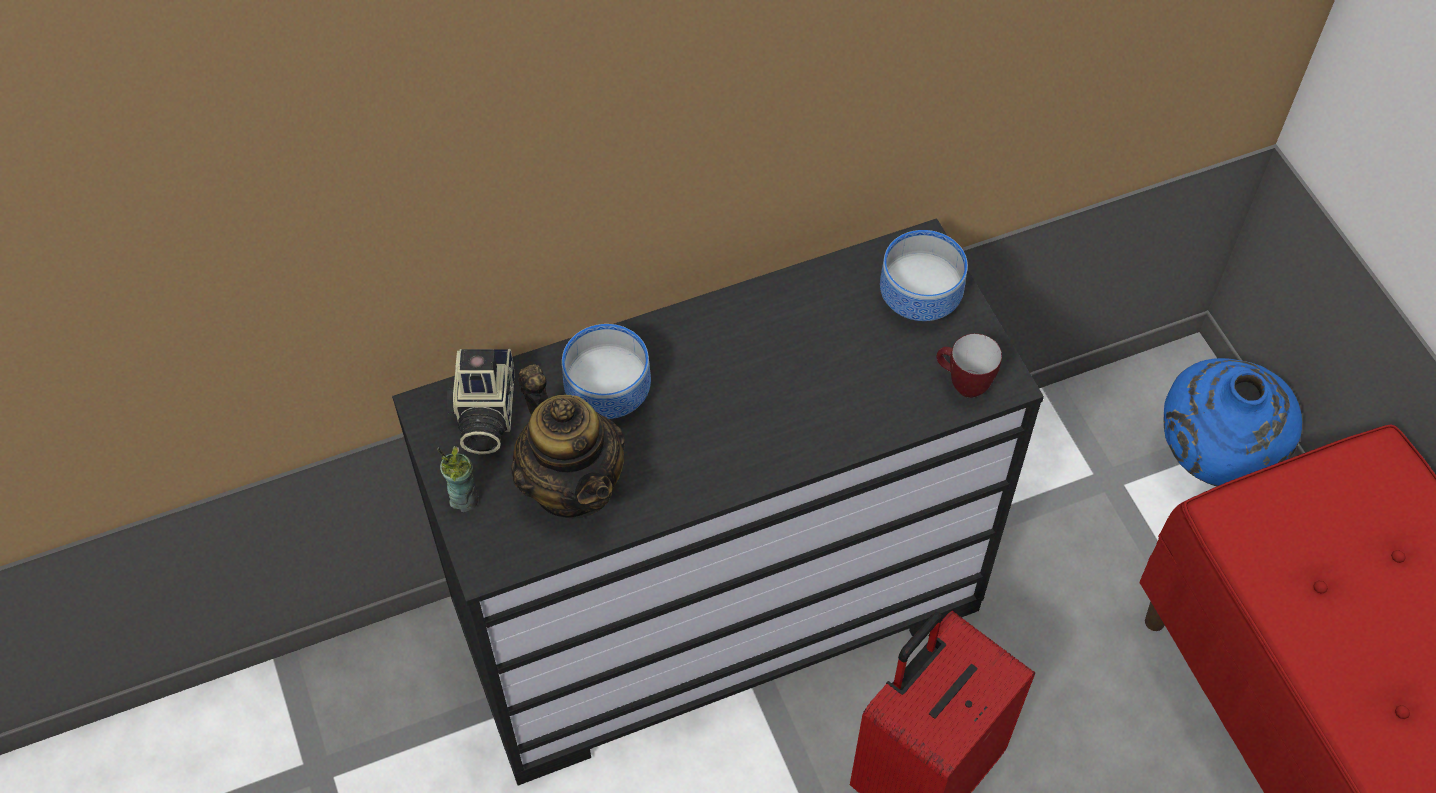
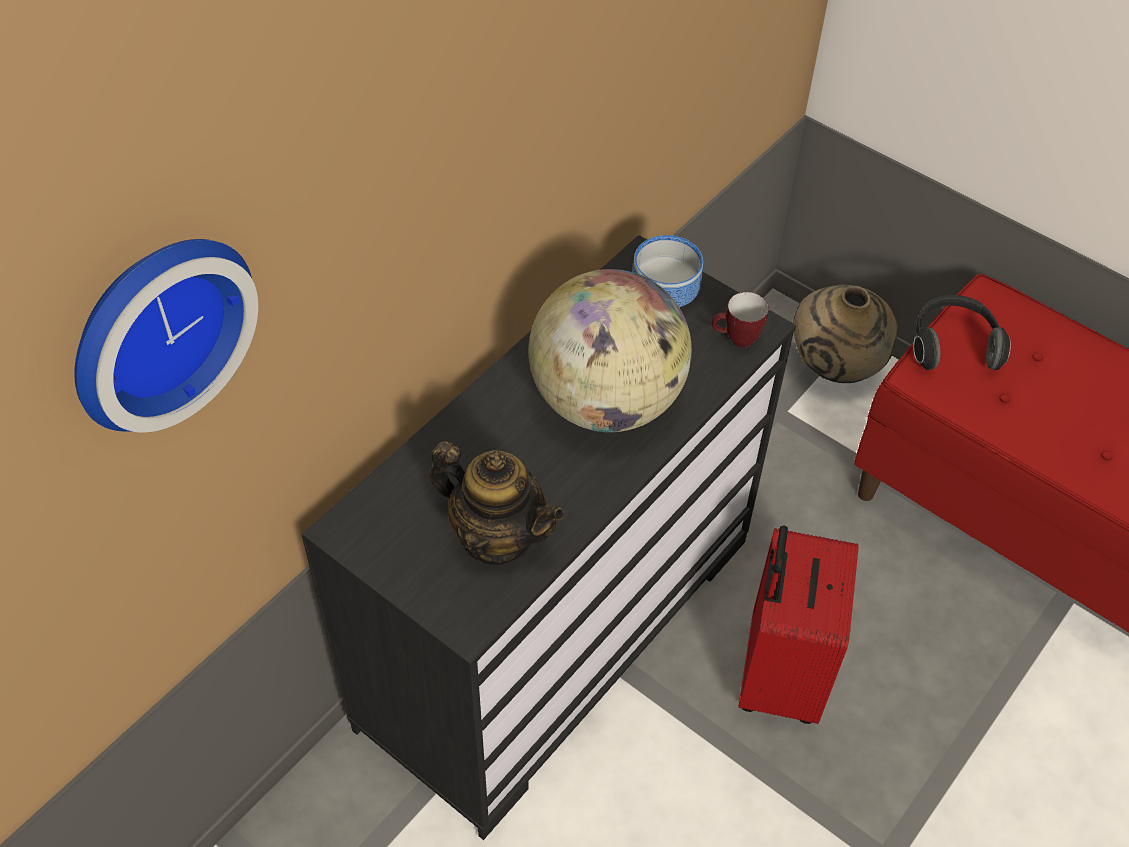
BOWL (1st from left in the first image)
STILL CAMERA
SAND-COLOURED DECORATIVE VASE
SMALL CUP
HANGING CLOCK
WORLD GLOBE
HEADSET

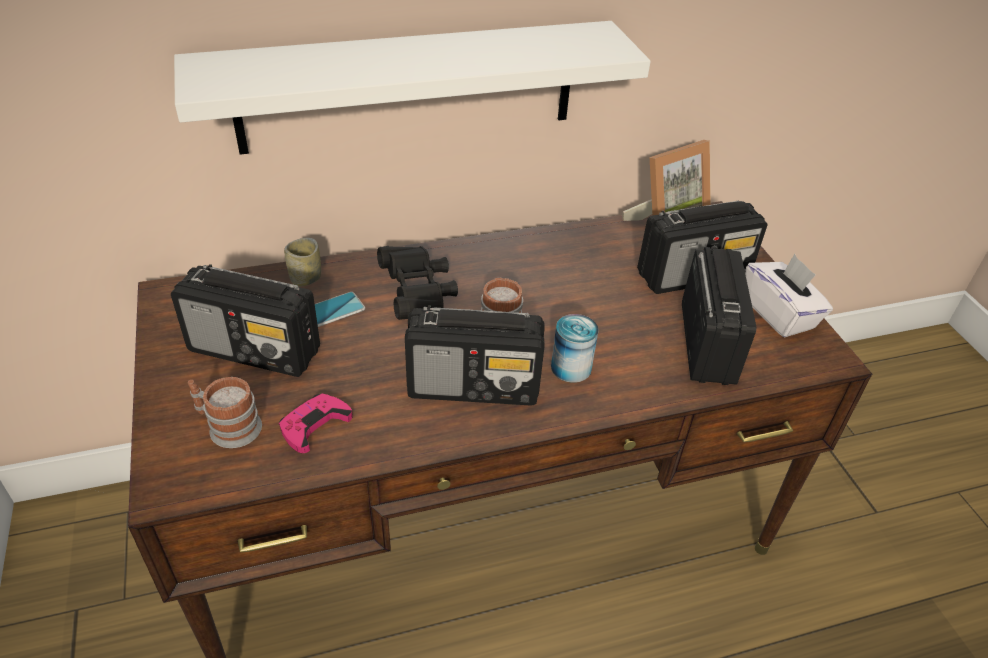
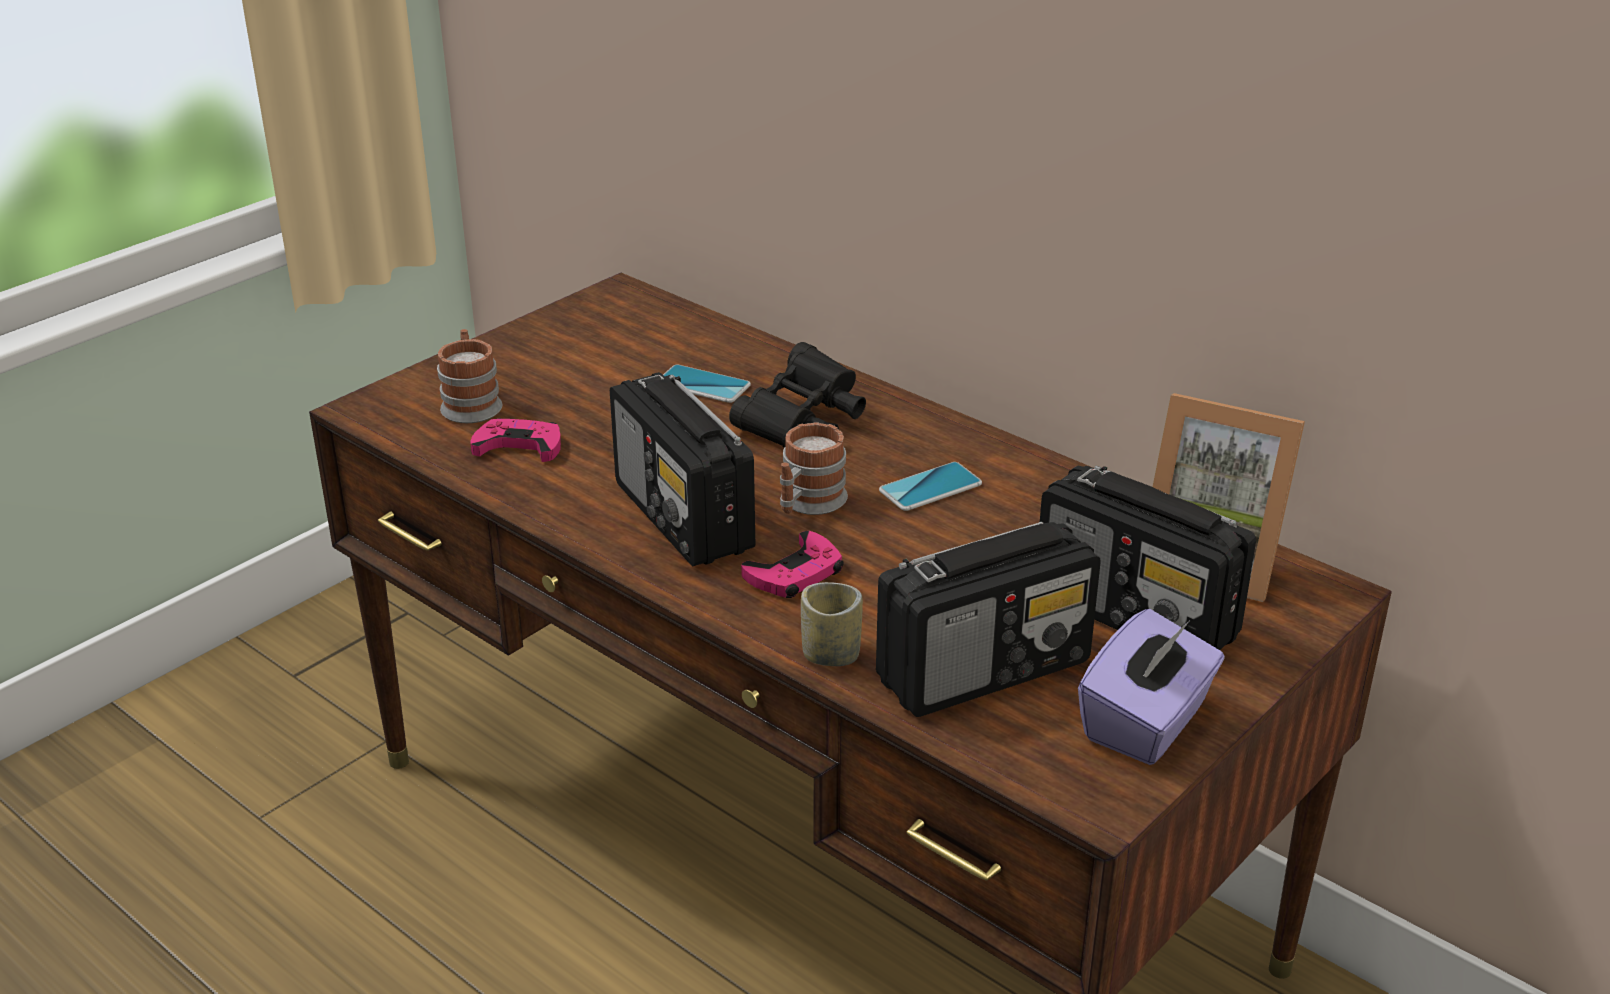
WHITE-COLOURED WALL SHELF
SMALL CUP
PURPLE BOX OF TISSUES
RADIO RECEIVER (1st from left in the first image)
PINK JOYPAD (2nd from left)
TELEPHONE (2nd from left)

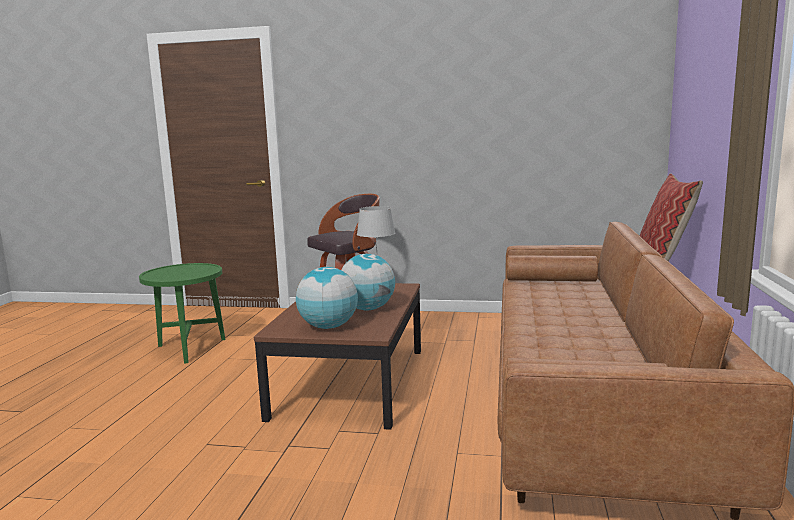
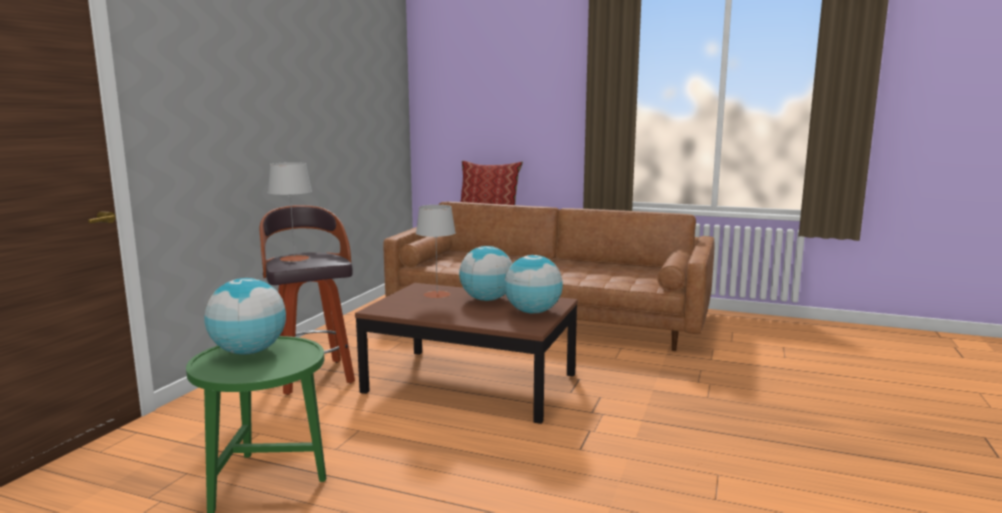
GREY TABLE LAMP (1st from left)
WORLD GLOBE (1st from left)

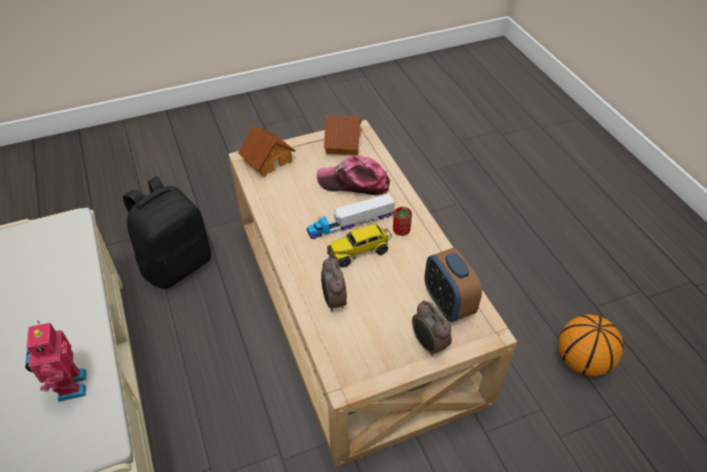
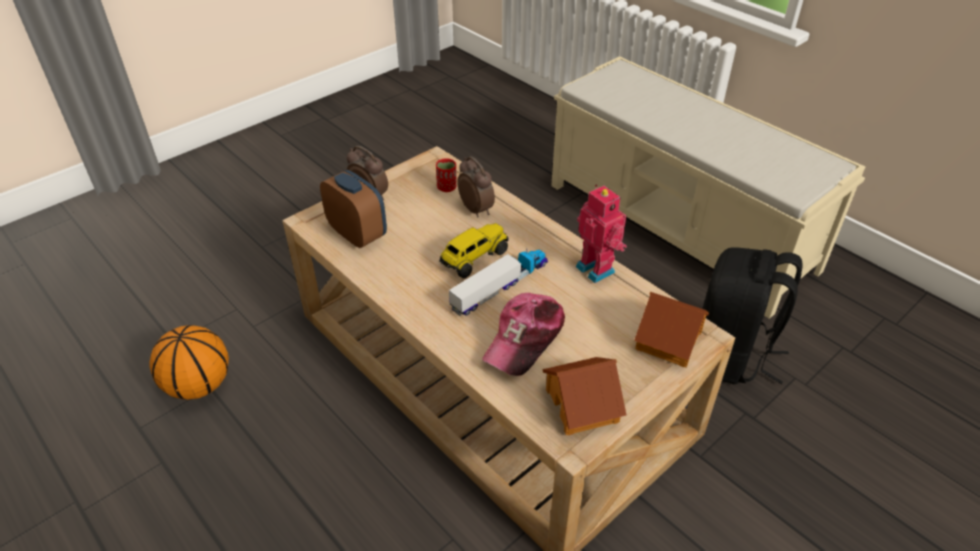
BASEBALL CAP
REDDISH SMALL CUP
MODEL ROBOT

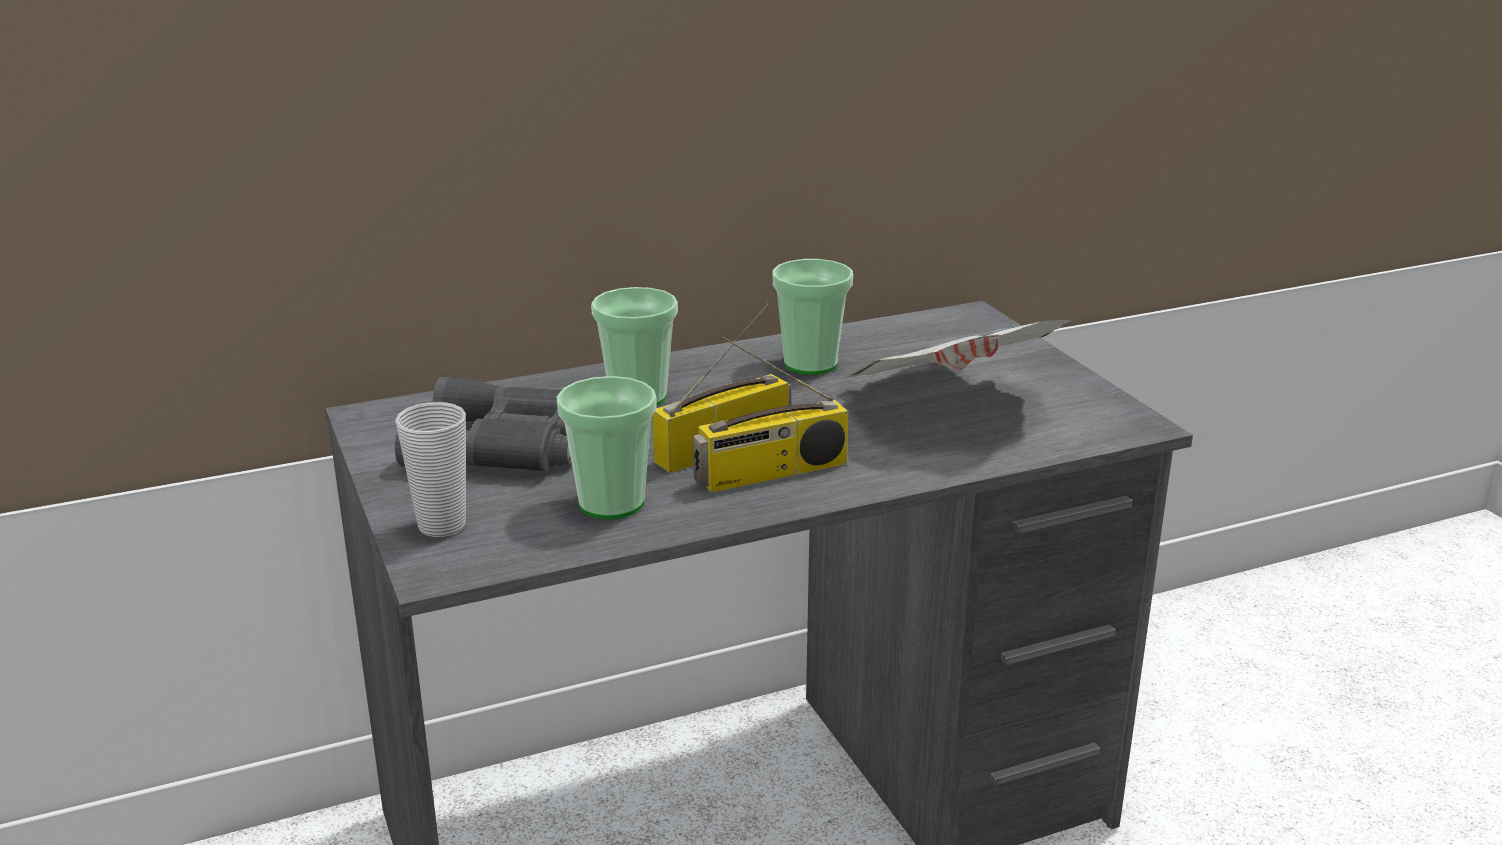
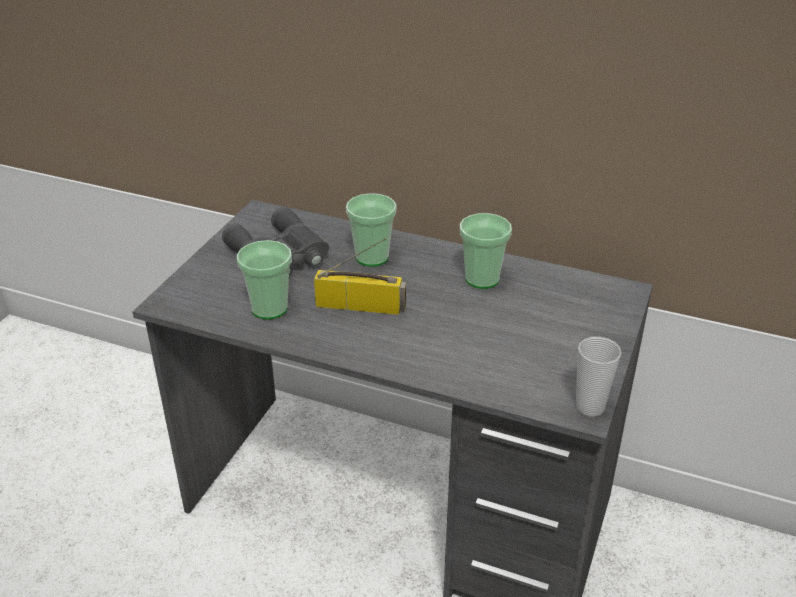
PRINTED PAPER
RADIO RECEIVER (2nd from left in the first image)
SMALL CUP (4th from left)

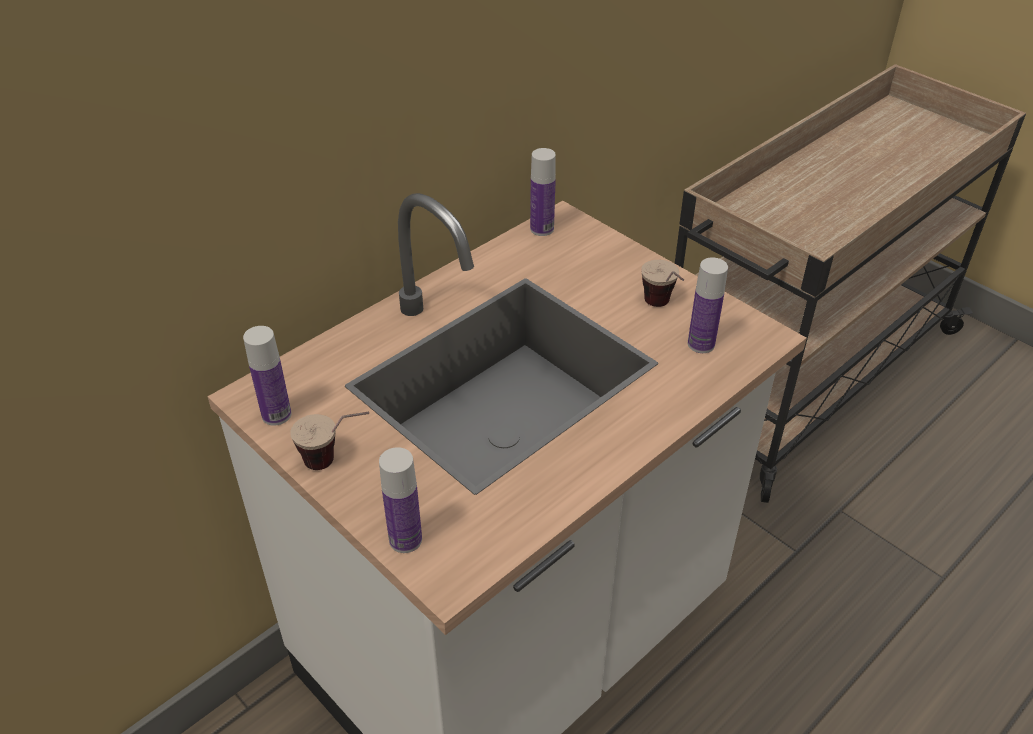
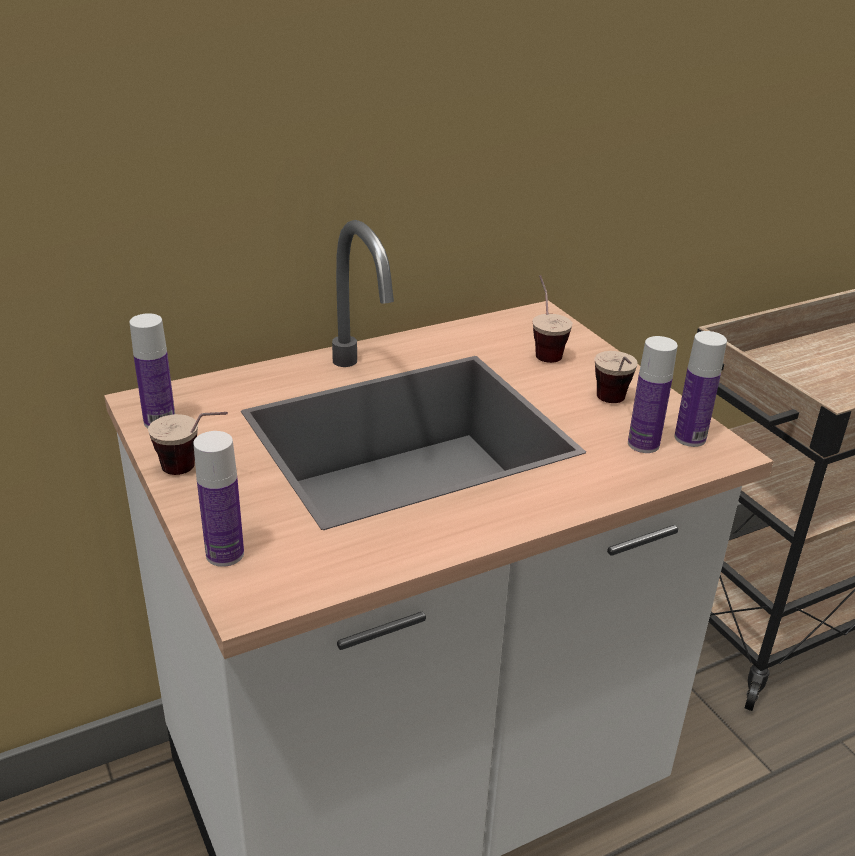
BOTTLE (4th from left)
SMALL CUP (2nd from left)

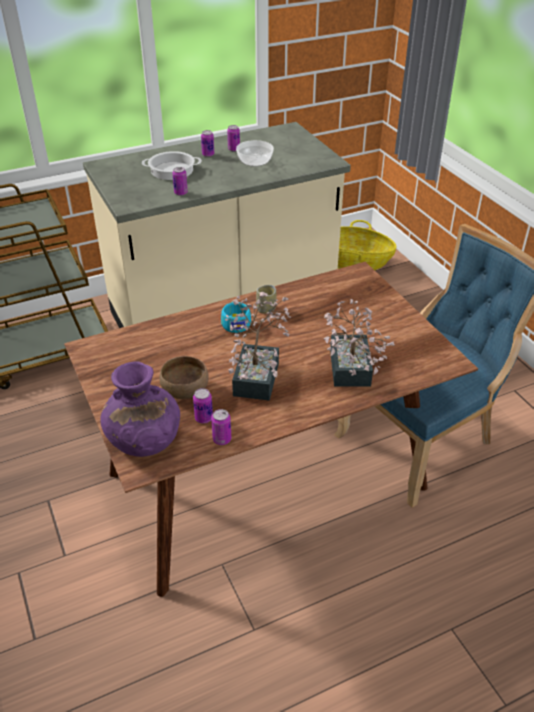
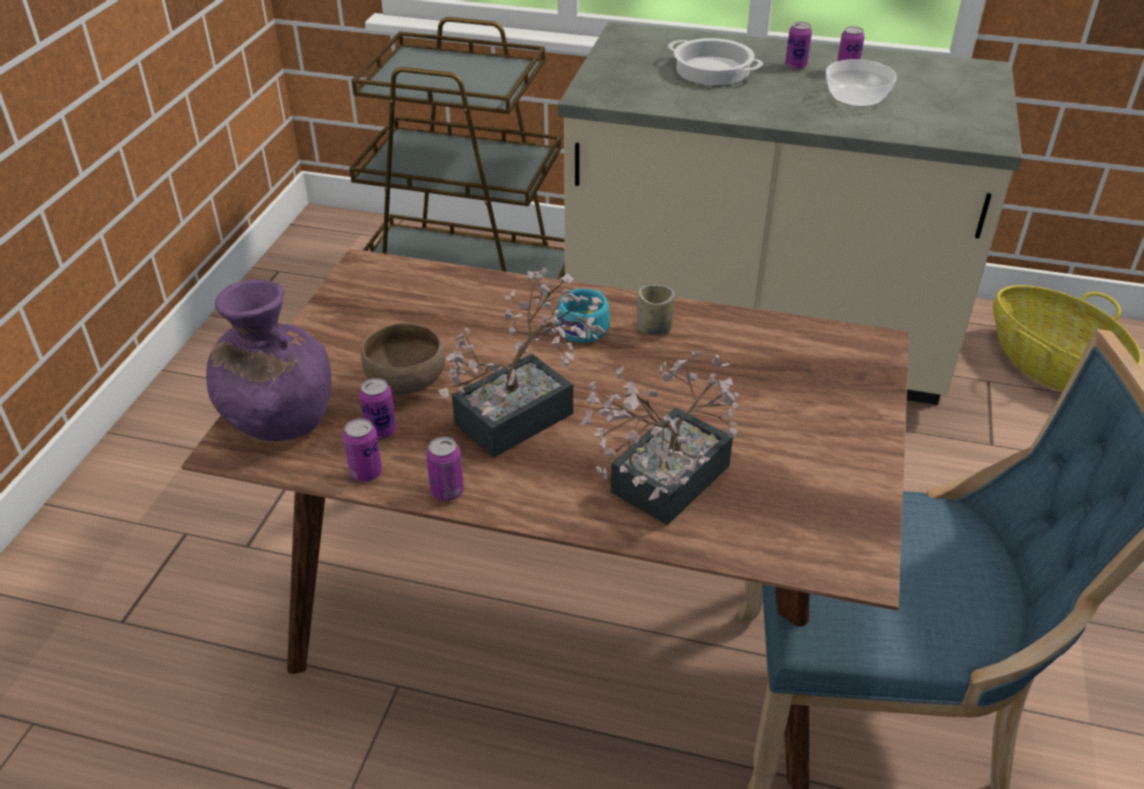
METAL CAN (3rd from left)

